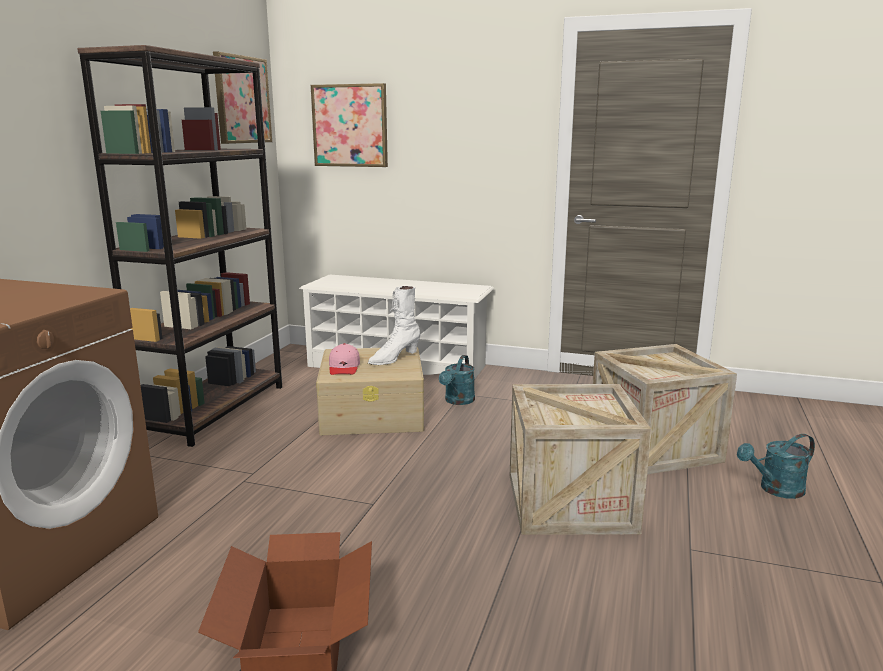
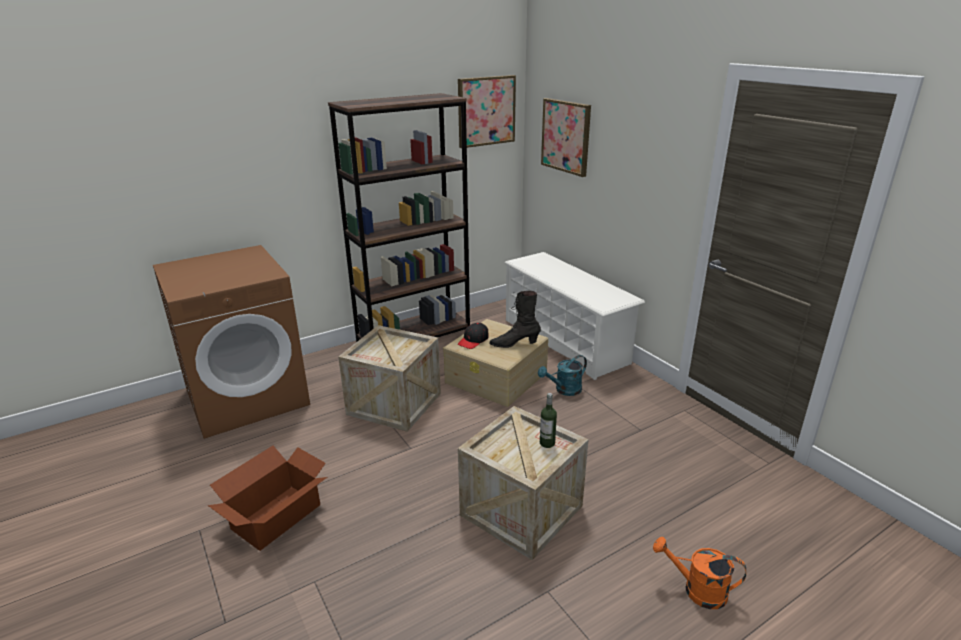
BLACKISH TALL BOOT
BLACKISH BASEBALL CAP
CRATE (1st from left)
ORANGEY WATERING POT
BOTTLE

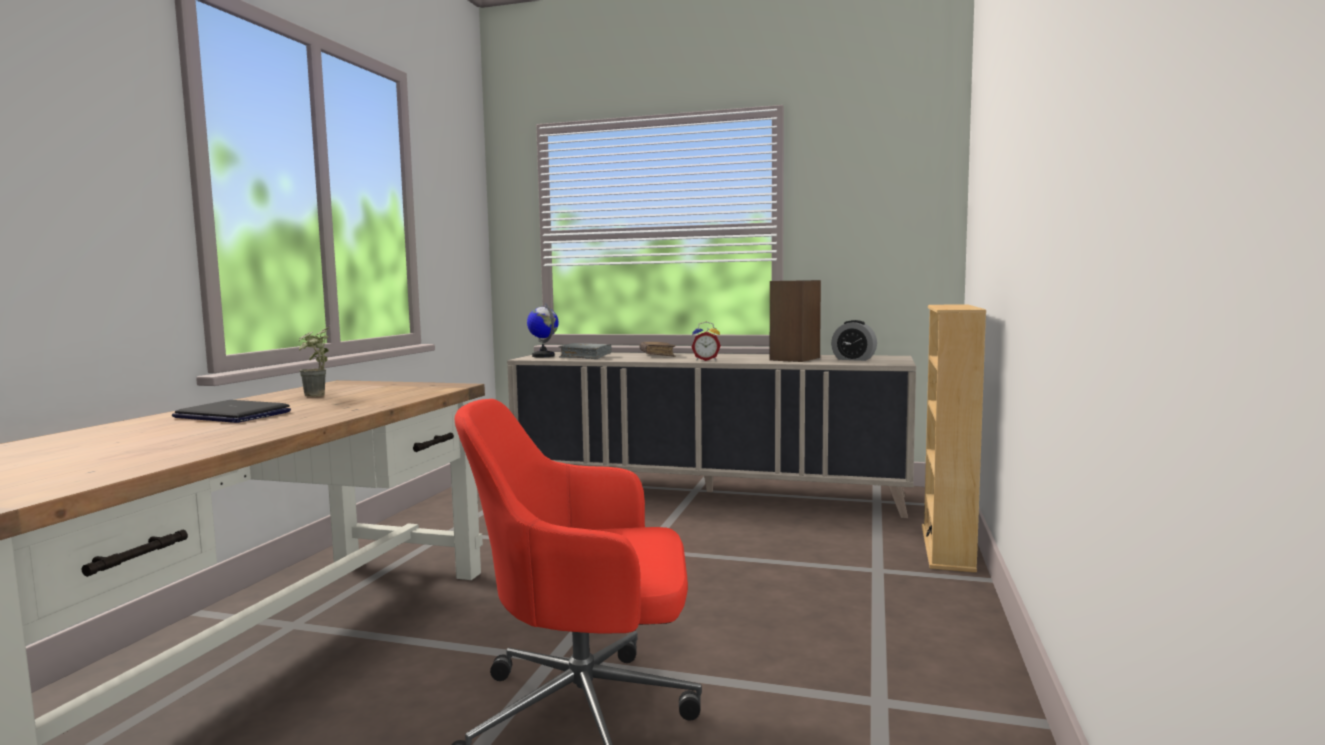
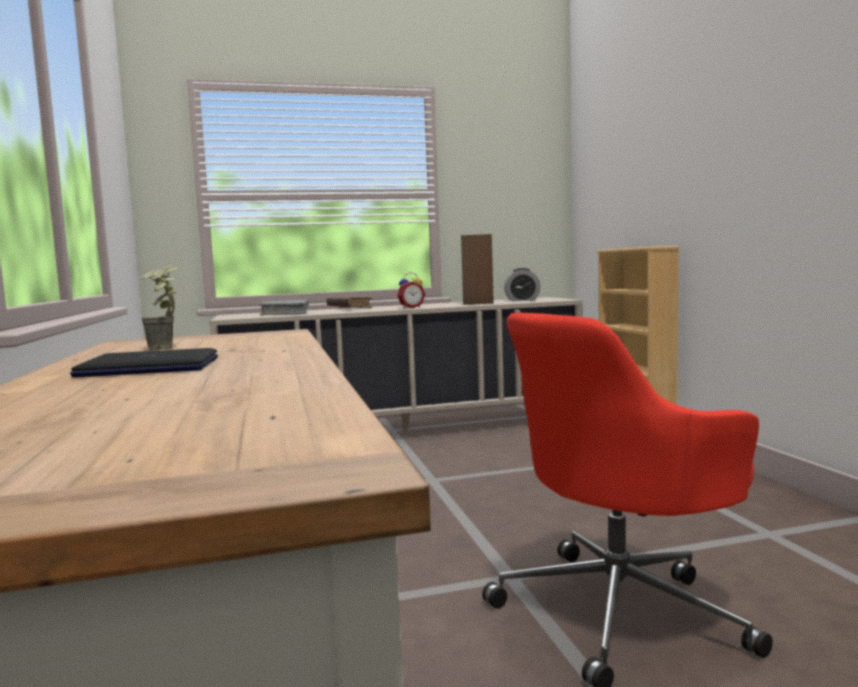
WORLD GLOBE

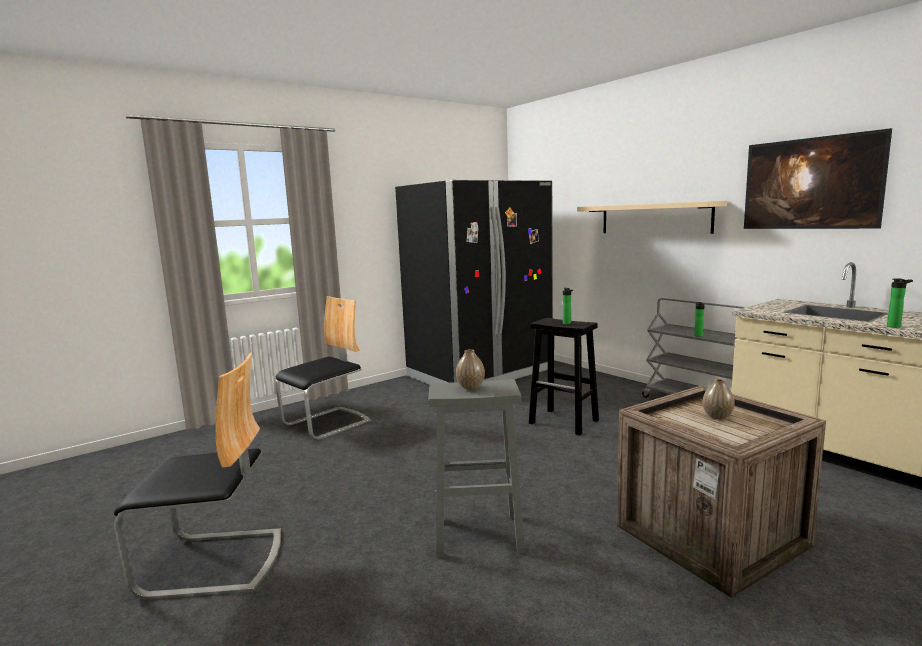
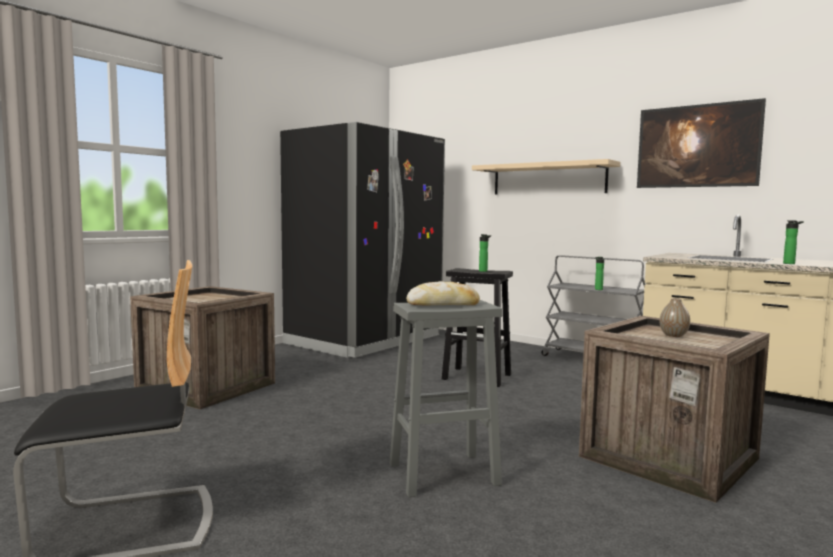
CRATE (1st from left)
BAKERY BREAD

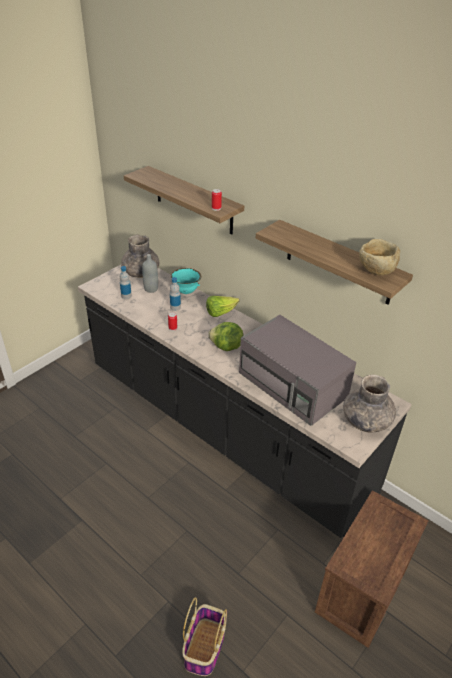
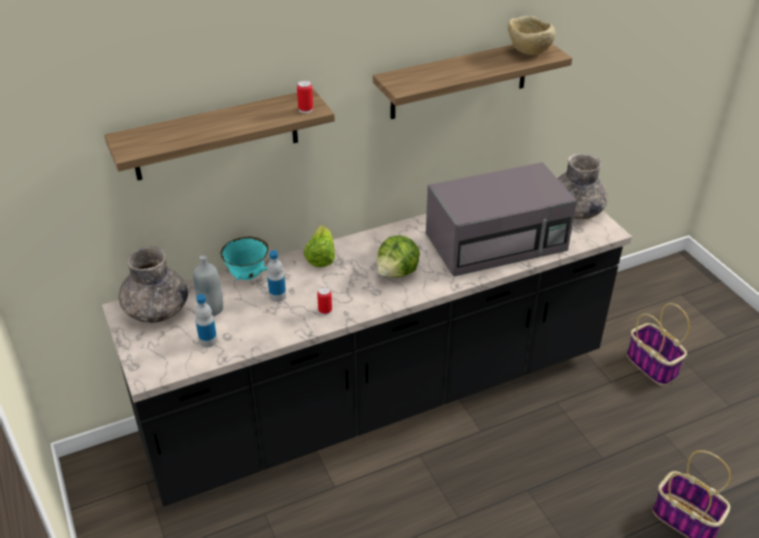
HOUSEHOLD BASKET (1st from left)

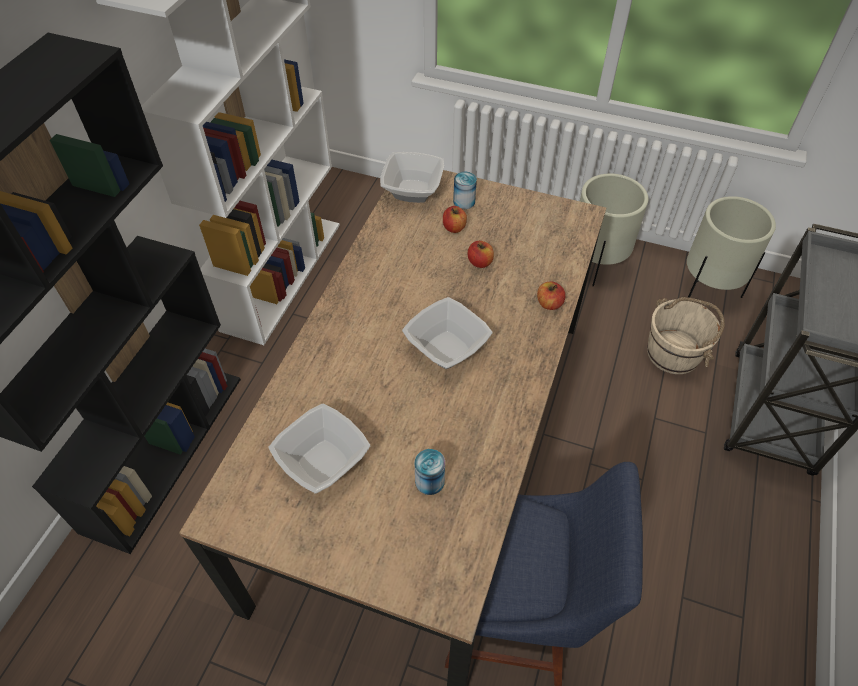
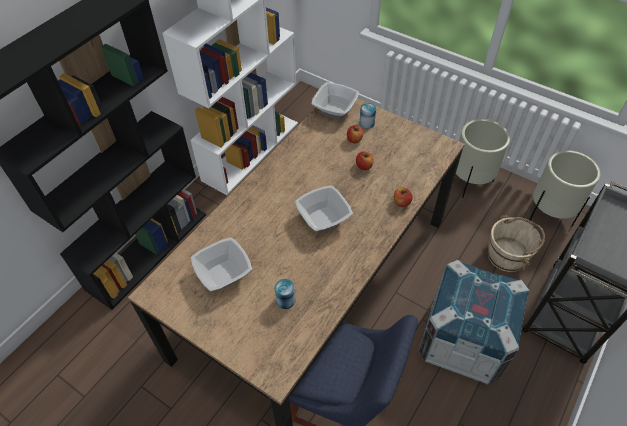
CRATE

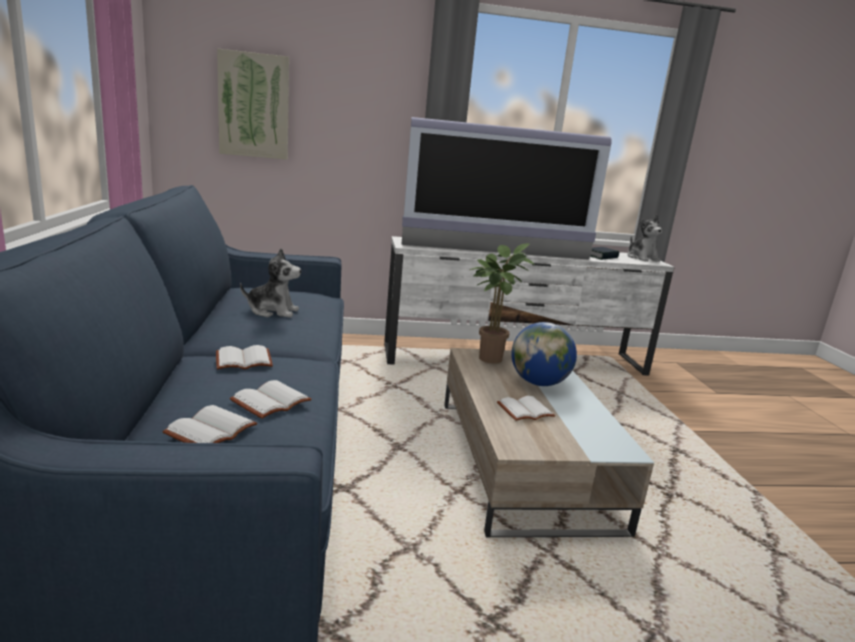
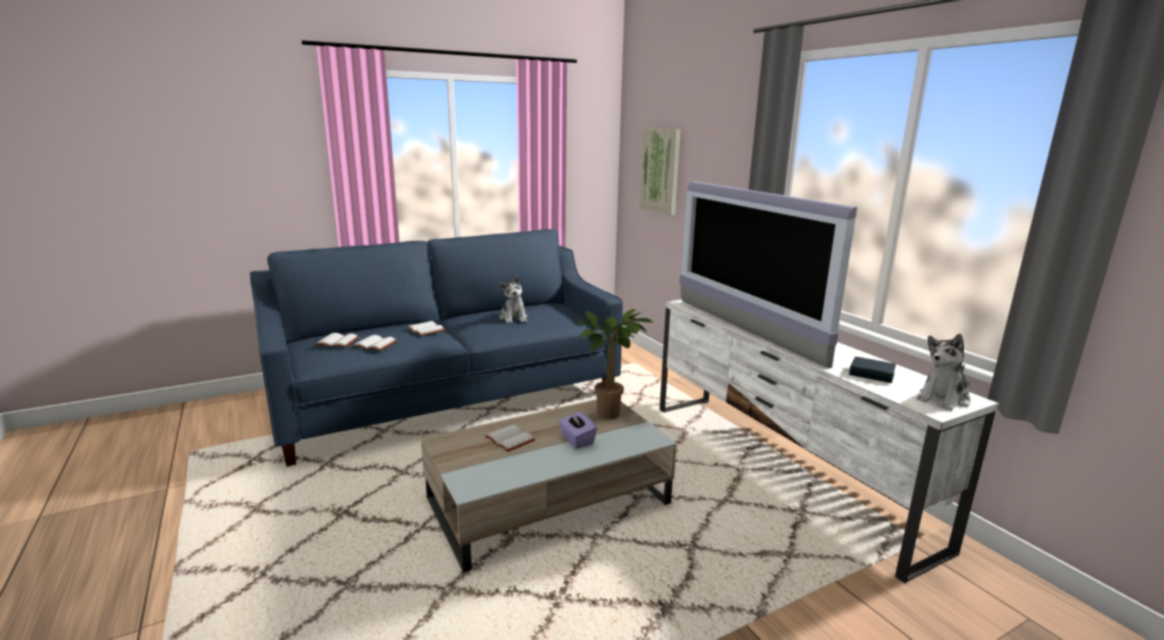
PURPLE BOX OF TISSUES

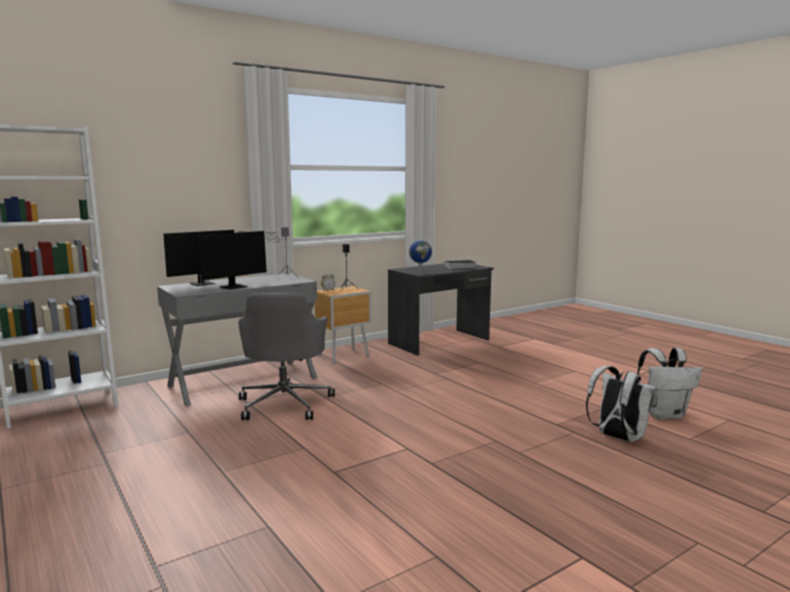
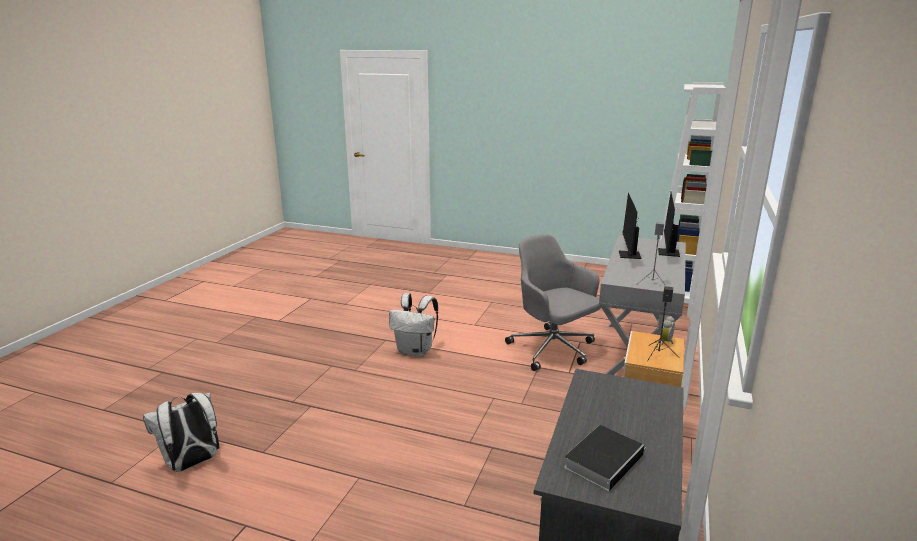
WORLD GLOBE
WHITE-COLOURED KNAPSACK (2nd from left)

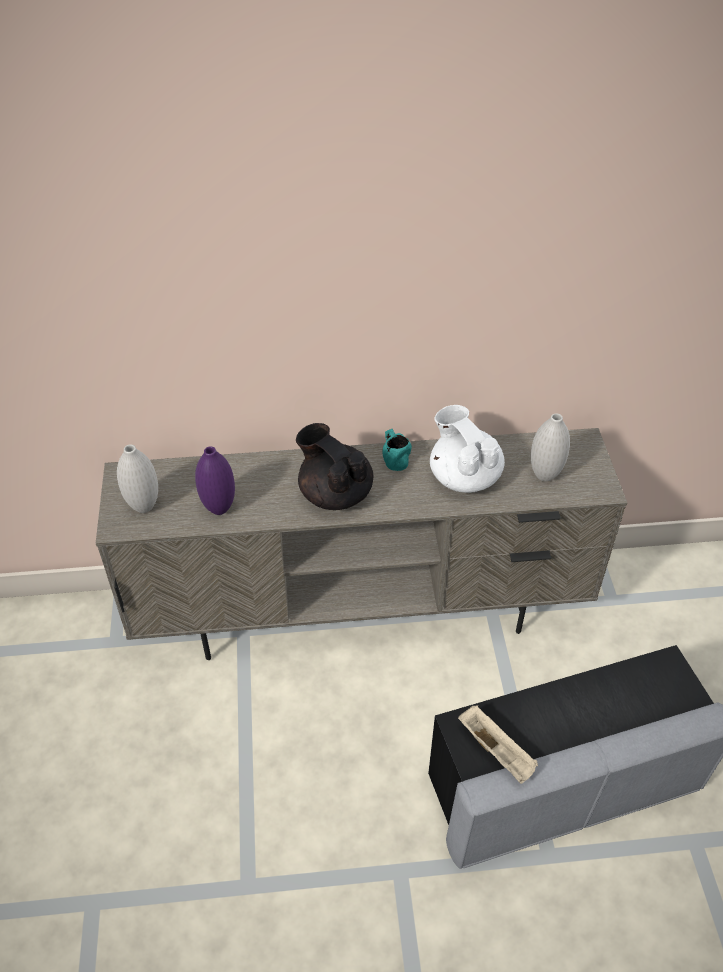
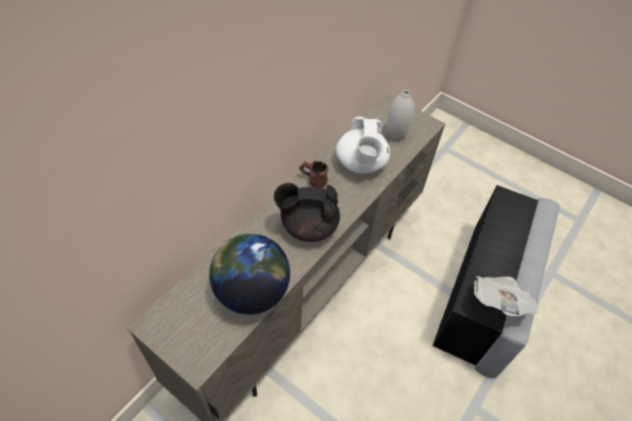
WHITE-COLOURED TEAPOT
BROWN TEA MUG
WHITE-COLOURED DECORATIVE VASE (1st from left in the first image)
WORLD GLOBE
PRINTED PAPER

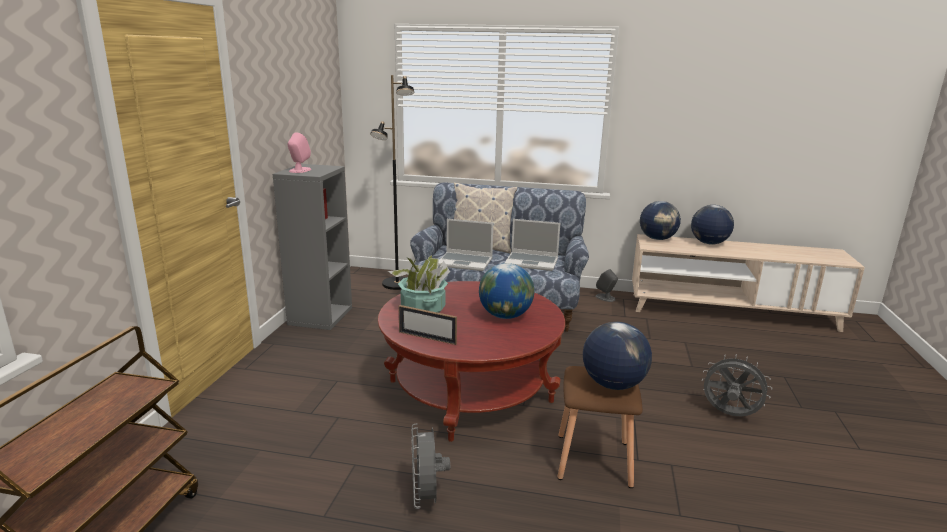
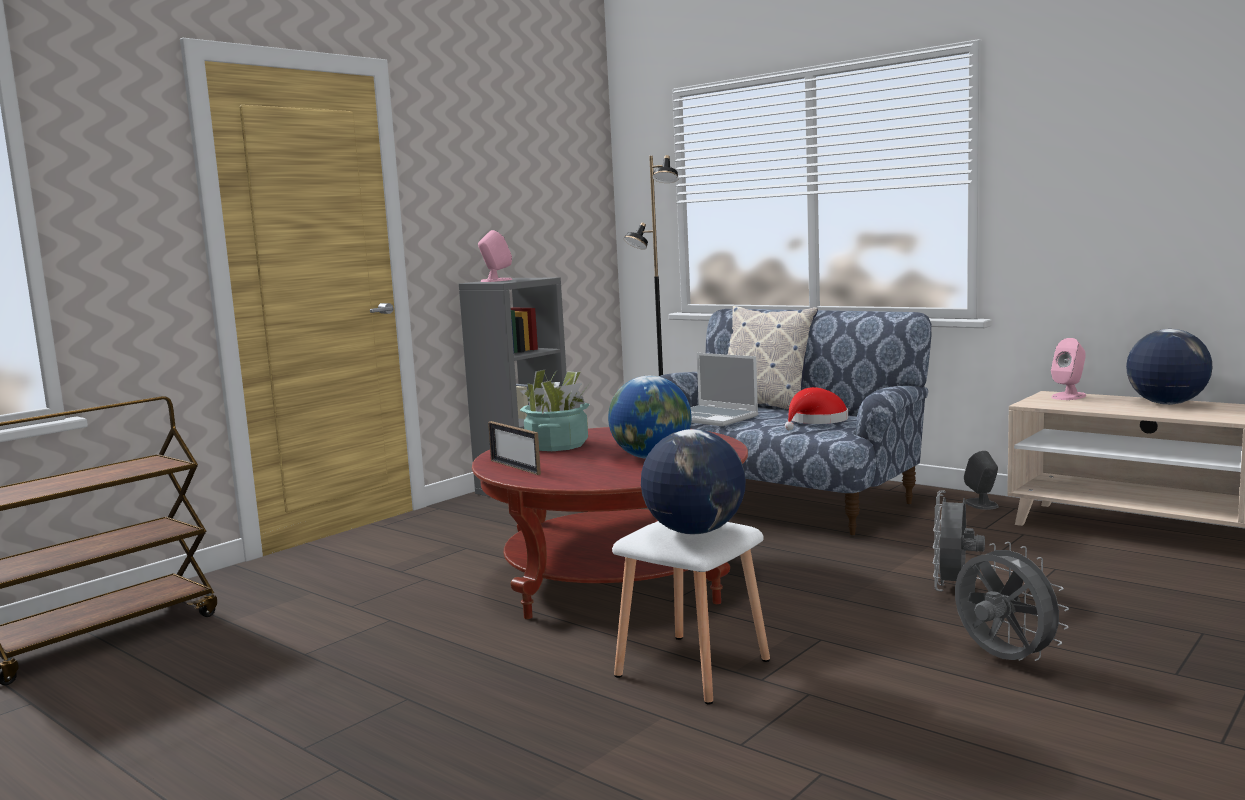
PINK SPEAKER (2nd from left)
REDDISH CLOTHING HAT
WHITE-COLOURED STOOL
GREY FAN (1st from left)

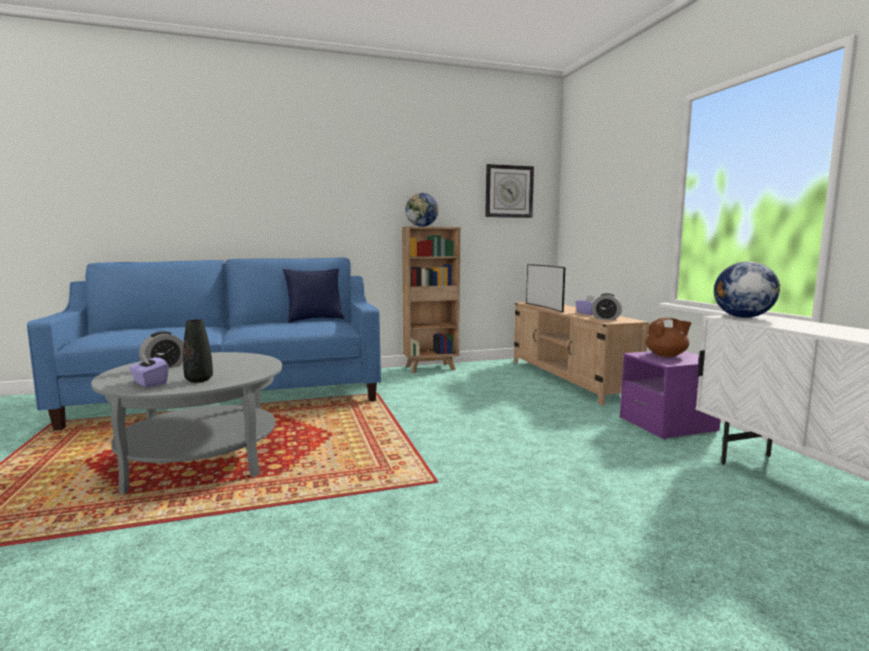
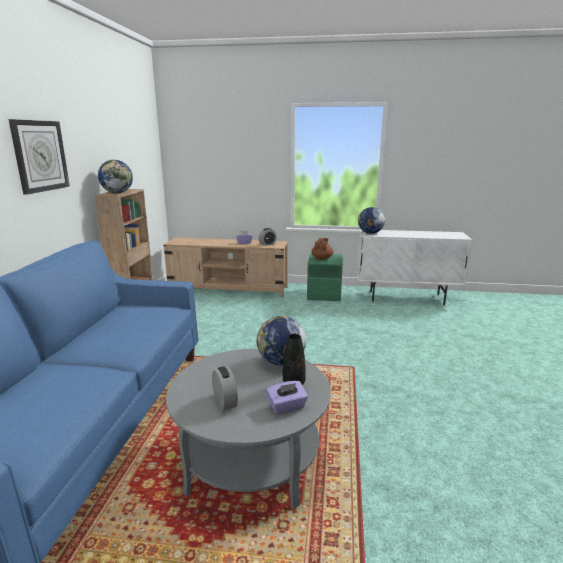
HANGING CLOCK
TV SET
BLUE PILLOW
GREEN-COLOURED NIGHT TABLE
WORLD GLOBE (2nd from left)

